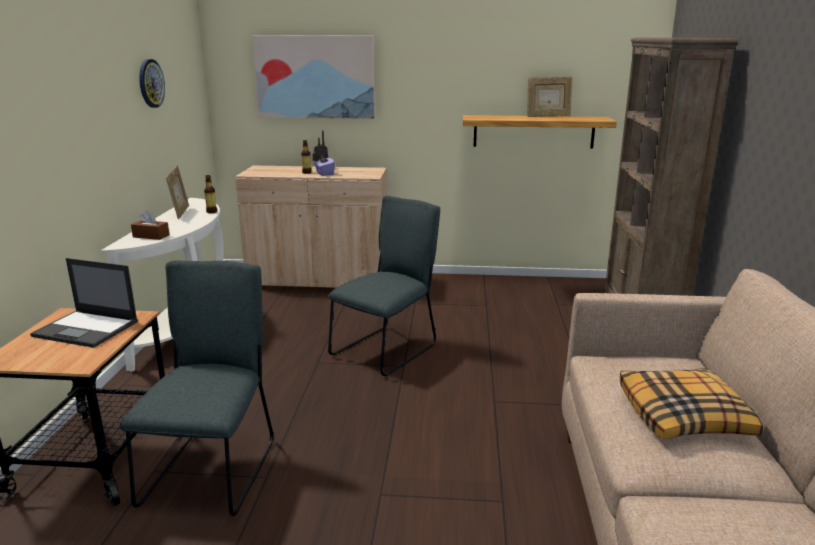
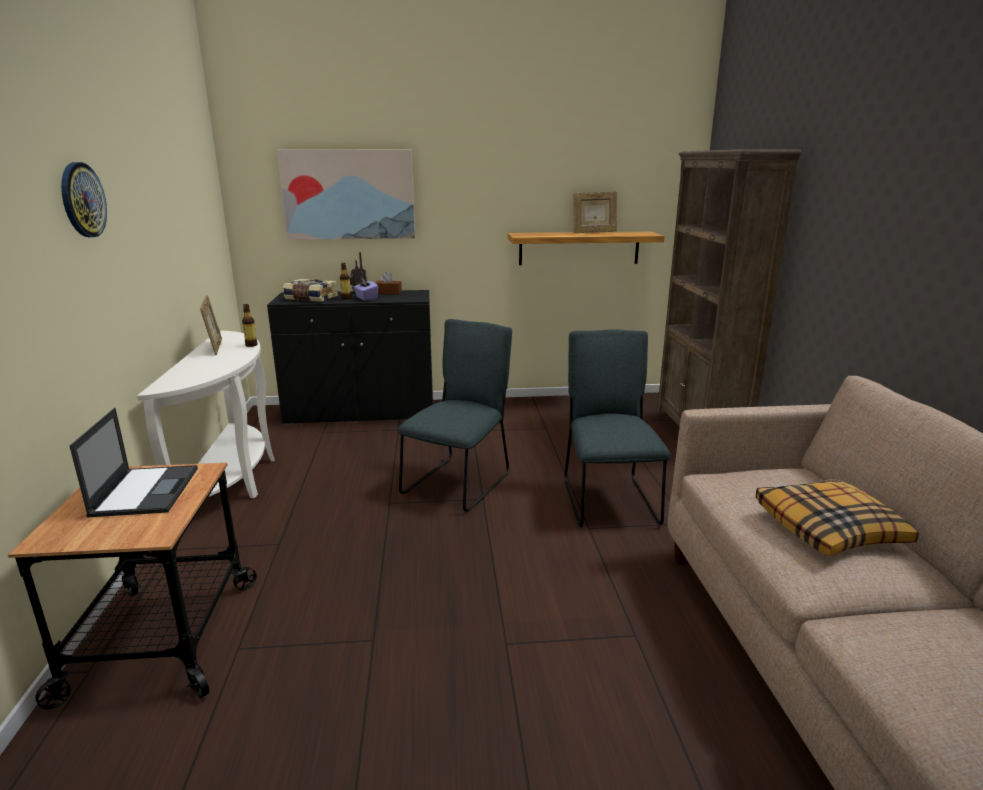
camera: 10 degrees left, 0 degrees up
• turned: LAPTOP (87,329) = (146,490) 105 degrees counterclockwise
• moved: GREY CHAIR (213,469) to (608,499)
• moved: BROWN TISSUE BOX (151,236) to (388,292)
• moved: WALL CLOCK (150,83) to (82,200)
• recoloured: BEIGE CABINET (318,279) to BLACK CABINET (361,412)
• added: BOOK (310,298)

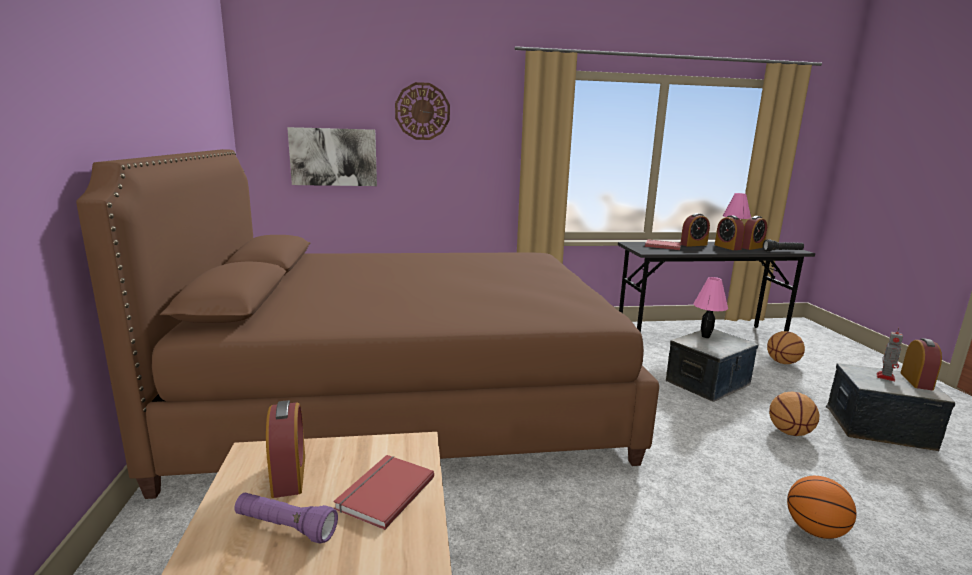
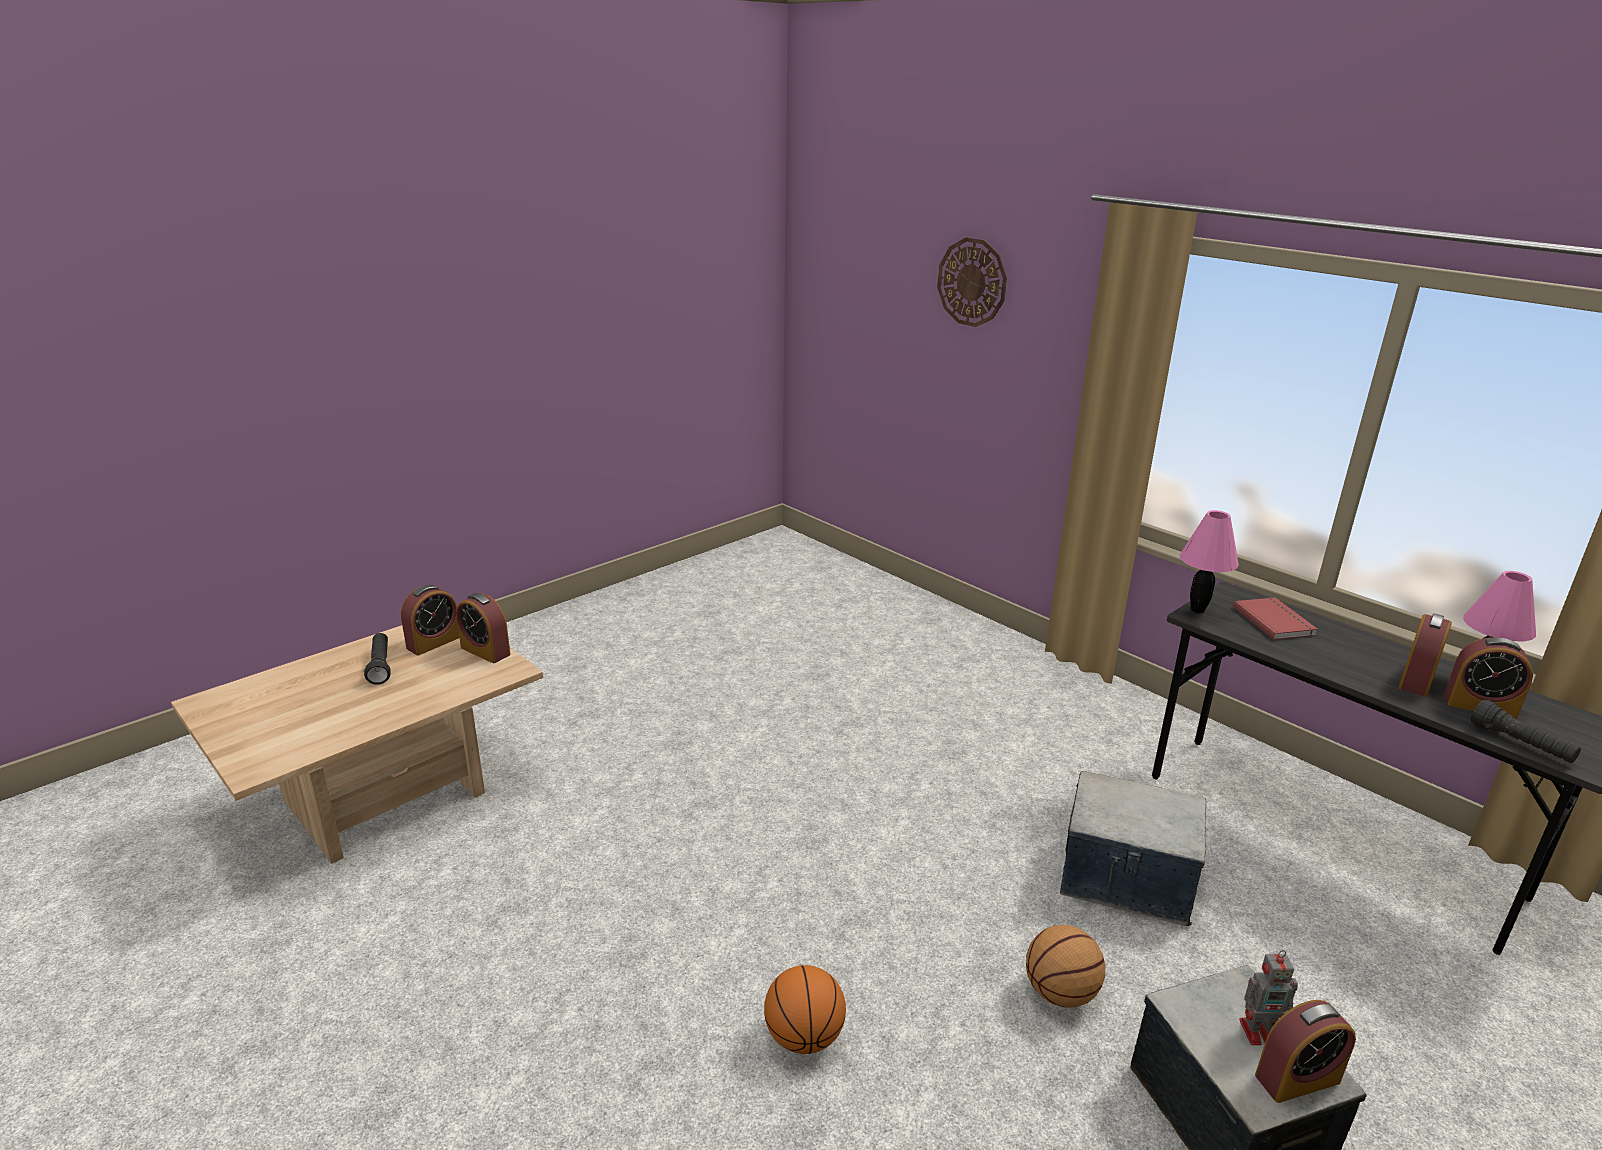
camera: 55 degrees right, 10 degrees up
• removed: BROWN BED (408,397)
• recoloured: PURPLE FLASHLIGHT (285,528) to BLACK FLASHLIGHT (380,666)
• removed: PICTURE (333,157)
• removed: RED BOOK (383,492)
• moved: ALARM CLOCK (693,244) to (485,651)
• moved: PINK TABLE LAMP (705,336) to (1197,609)
• removed: BASKETBALL (782,362)

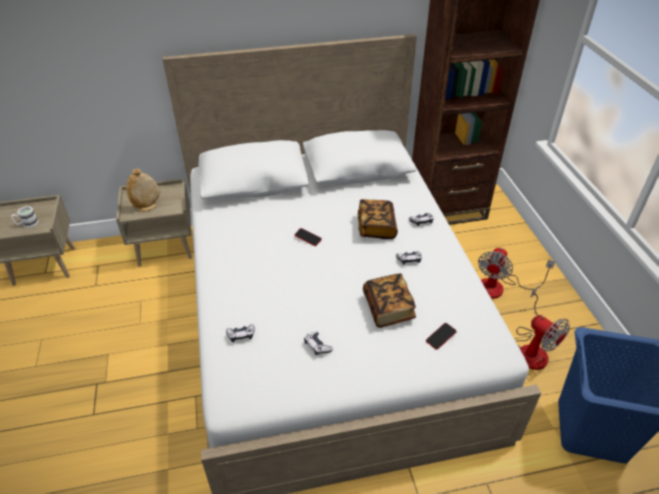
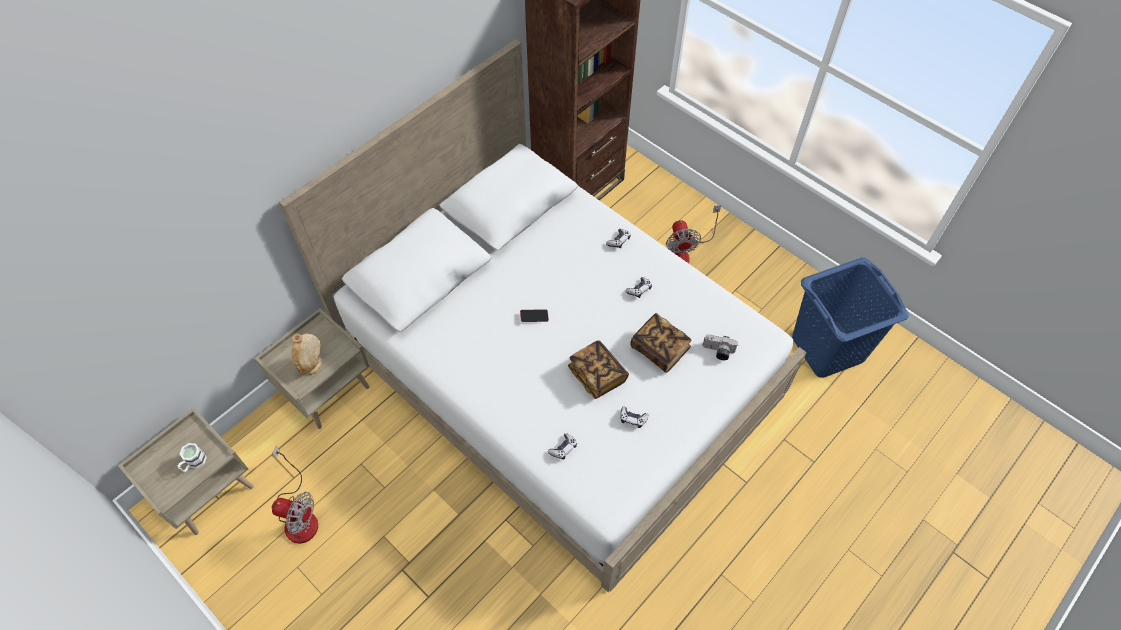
camera: 35 degrees left, 15 degrees up
• moved: BOOK (376,227) to (597,375)
• replaced: PHONE (440,337) to PHOTO CAMERA (718,352)
• moved: FAN (532,348) to (299,515)

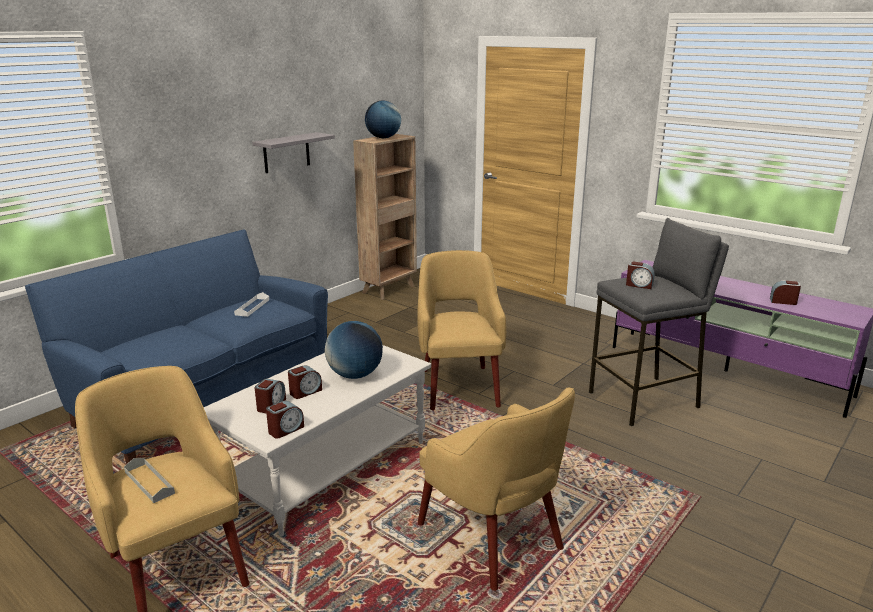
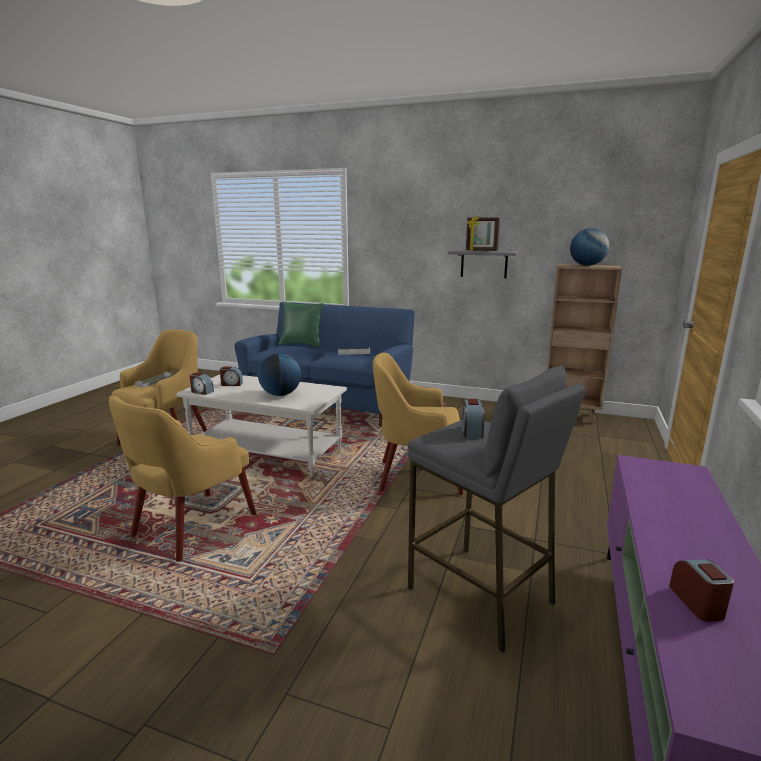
camera: 70 degrees right, 5 degrees down
• removed: ALARM CLOCK (305,392)
• turned: YELLOW ARMCHAIR (459,386) = (416,477) 150 degrees counterclockwise
• added: GREEN PILLOW (302,345)
• added: PICTURE FRAME (481,251)

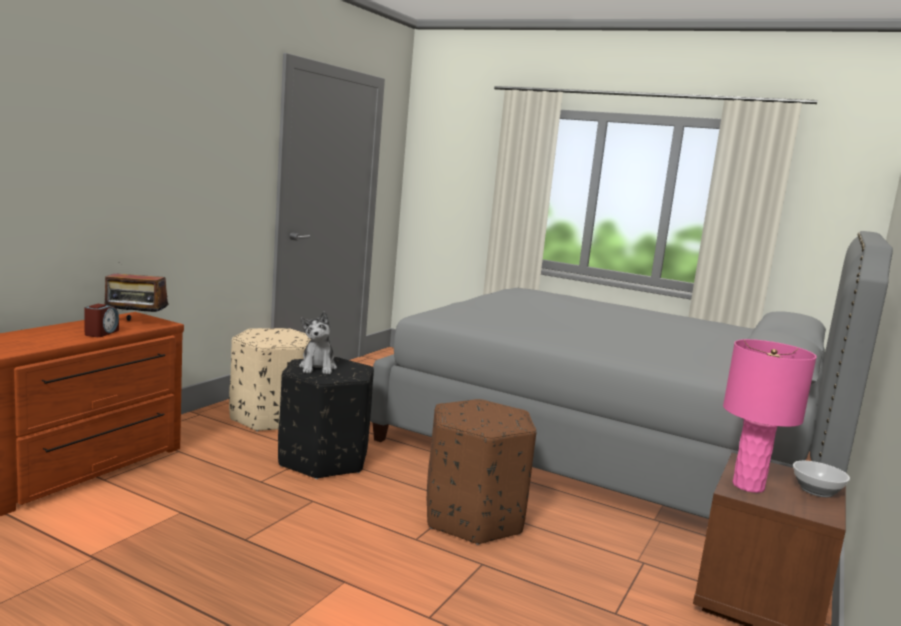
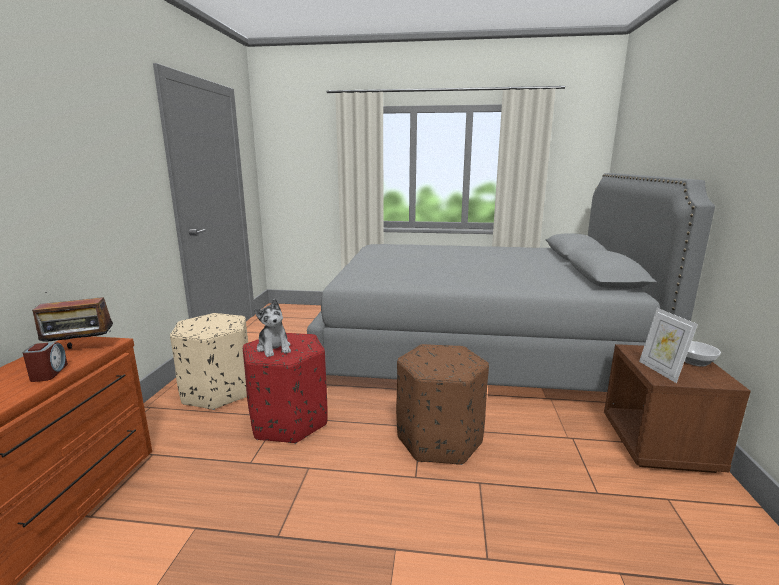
camera: 20 degrees left, 5 degrees up
• recoloured: BLACK OTTOMAN (324,460) to RED OTTOMAN (289,421)
• replaced: PINK TABLE LAMP (748,486) to PICTURE FRAME (661,371)

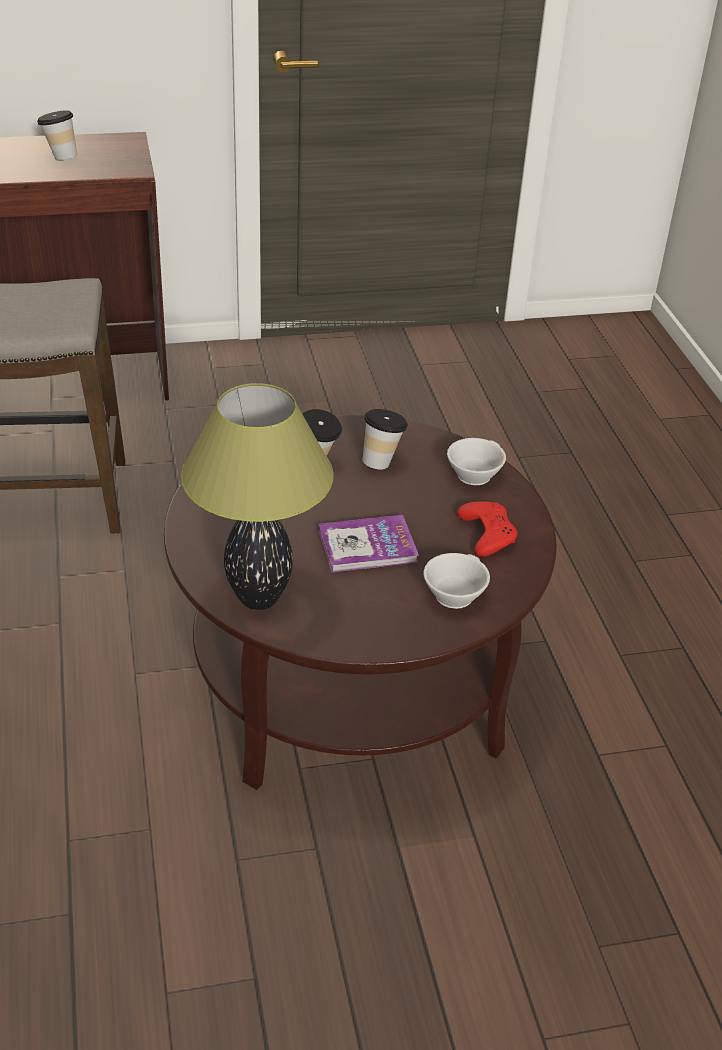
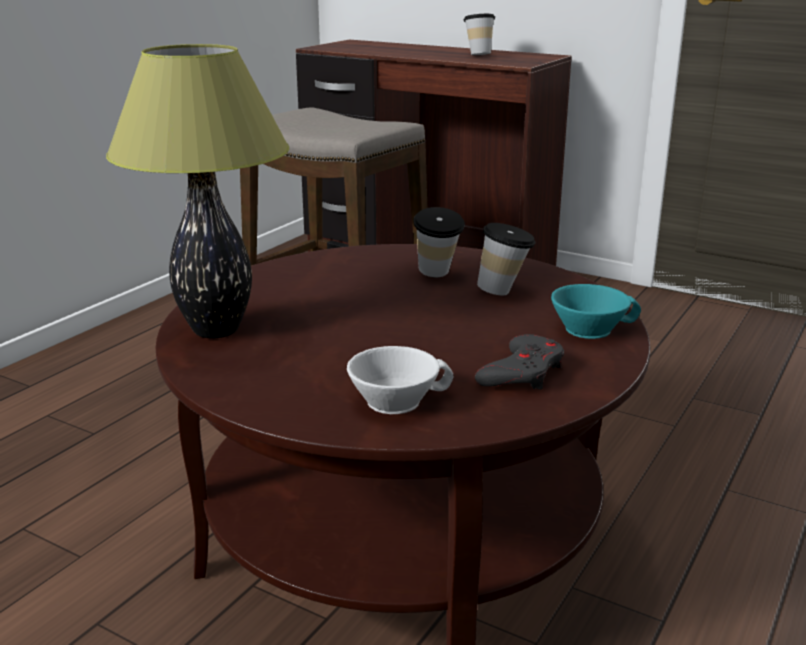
camera: 45 degrees right, 15 degrees down
• removed: BOOK (367,546)
• recoloured: WHITE CUP (473,473) to TURQUOISE CUP (589,327)
• recoloured: RED GAME CONTROLLER (487,533) to GREY GAME CONTROLLER (522,372)

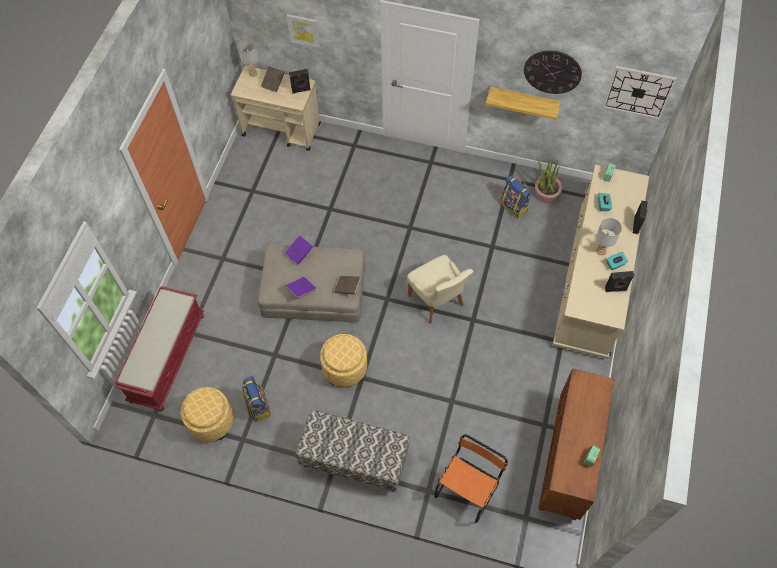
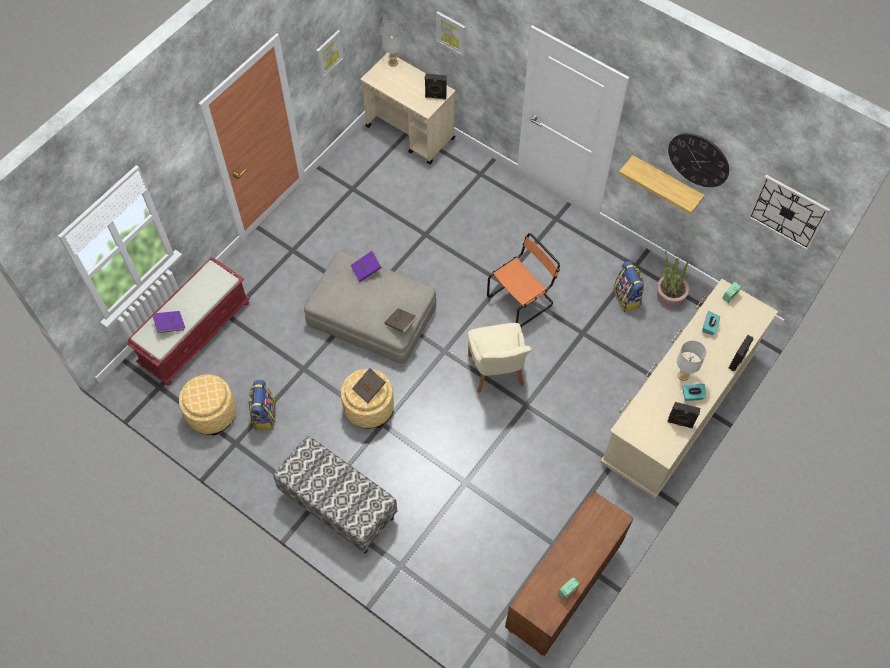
camera: 20 degrees right, 0 degrees up
• moved: BROWN BOOK (273,83) to (369,389)
• moved: PURPLE BOOK (301,290) to (170,325)
• moved: ORANGE CHAIR (468,487) to (522,300)
• added: PICTURE (329,53)

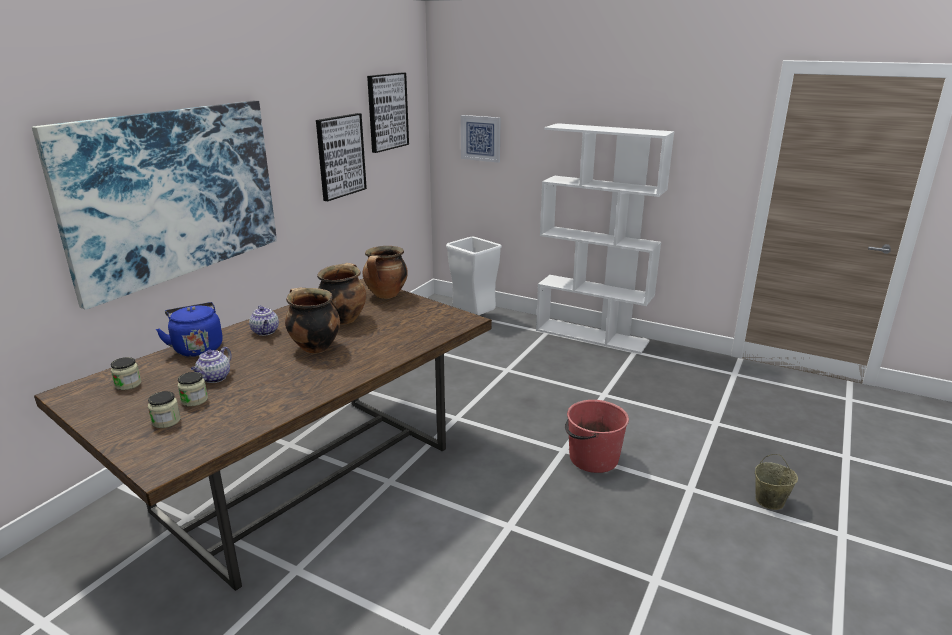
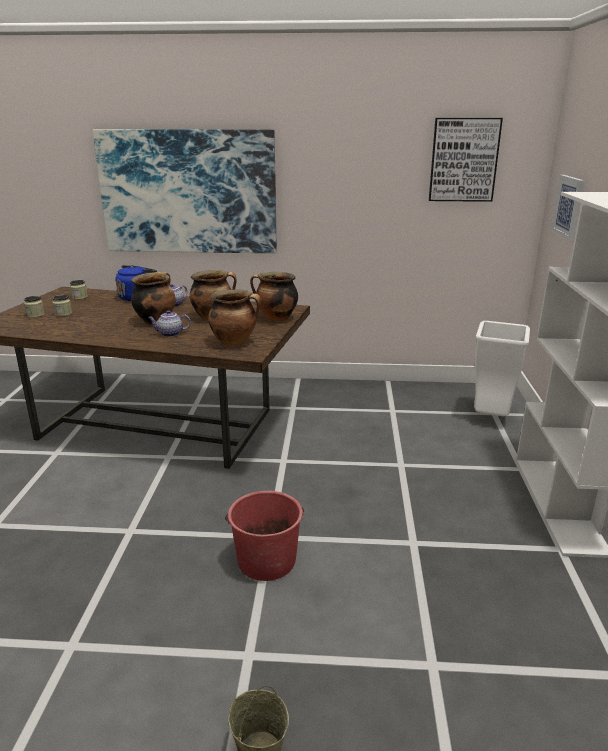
camera: 65 degrees right, 0 degrees up
• moved: TEAPOT (214,378) to (170,334)
• removed: PICTURE (340,156)
• added: COOKING POT (235,342)

